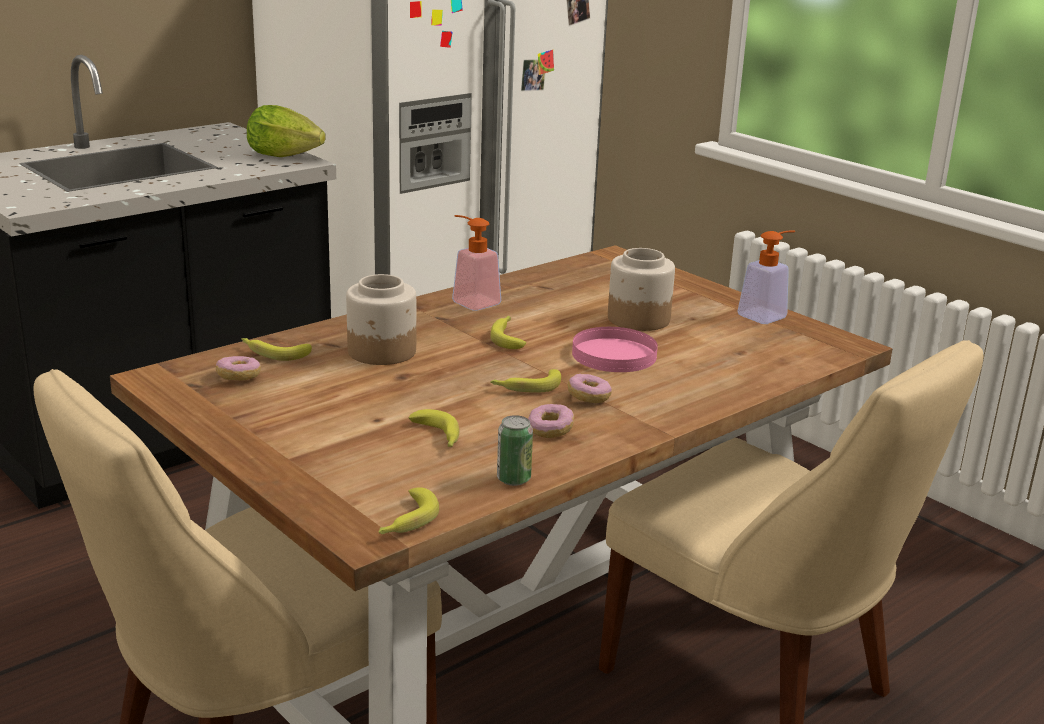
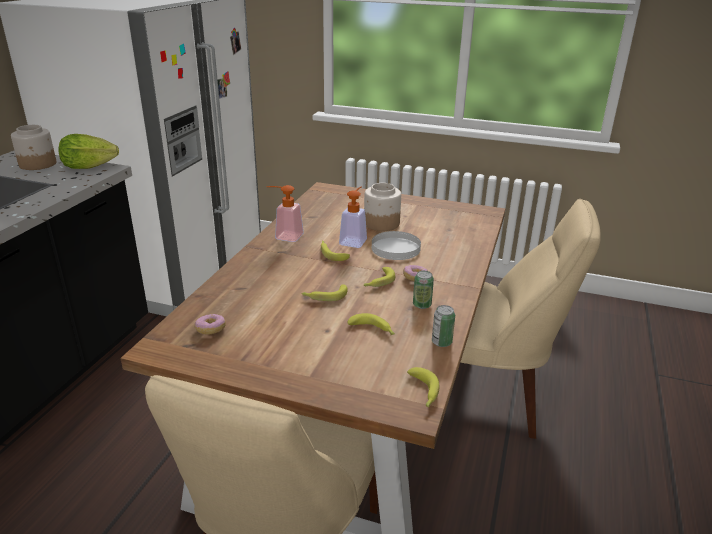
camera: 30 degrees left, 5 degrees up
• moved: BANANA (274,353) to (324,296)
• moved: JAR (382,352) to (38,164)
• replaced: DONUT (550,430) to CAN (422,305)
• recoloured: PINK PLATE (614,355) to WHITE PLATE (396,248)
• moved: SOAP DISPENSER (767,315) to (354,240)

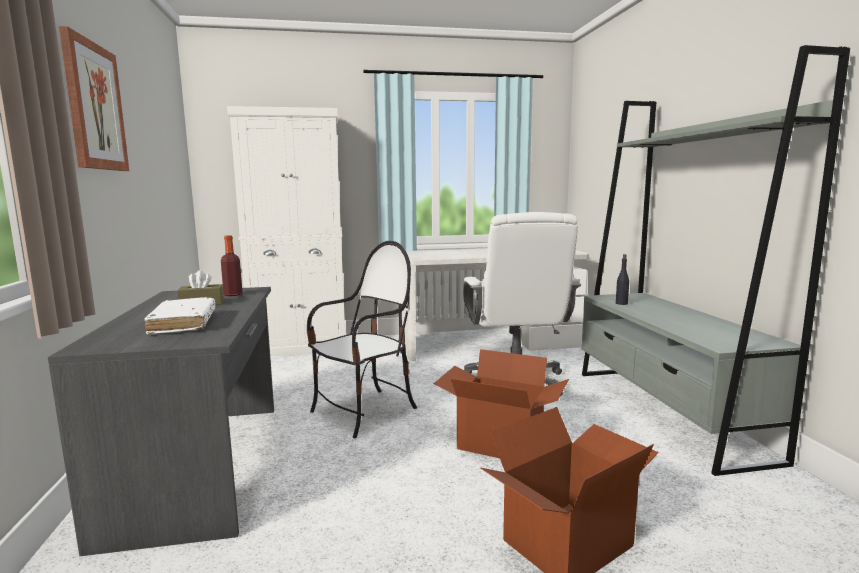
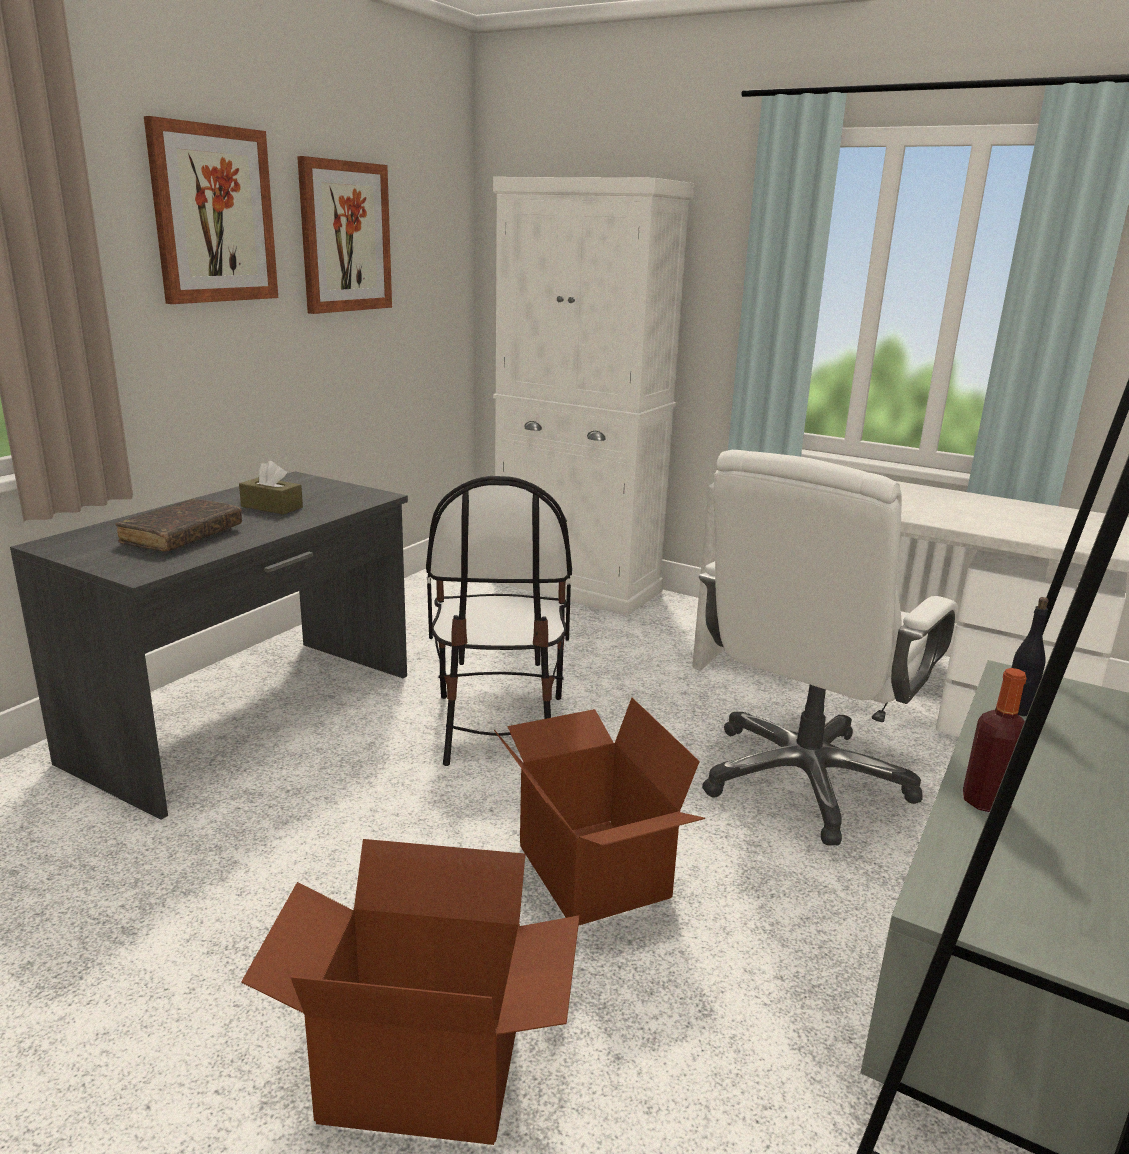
camera: 40 degrees right, 10 degrees up
• recoloured: WHITE BOOK (183,324) to BROWN BOOK (182,536)
• moved: BOTTLE (233,294) to (985,802)
• turned: CHAIR (364,412) = (498,727) 90 degrees clockwise
• added: PICTURE (345,237)

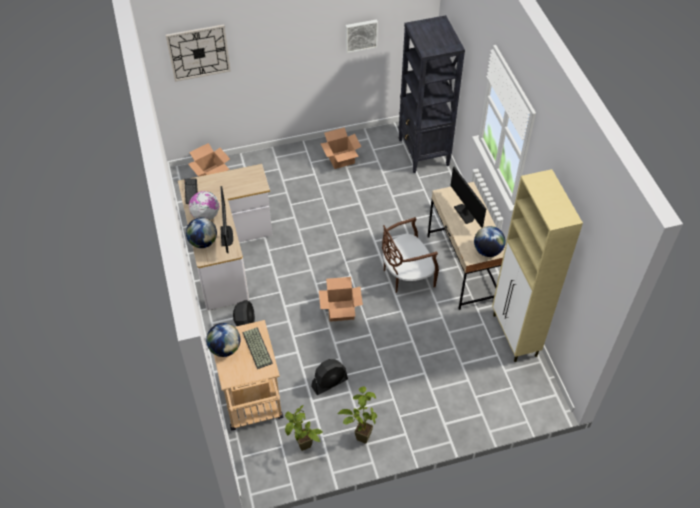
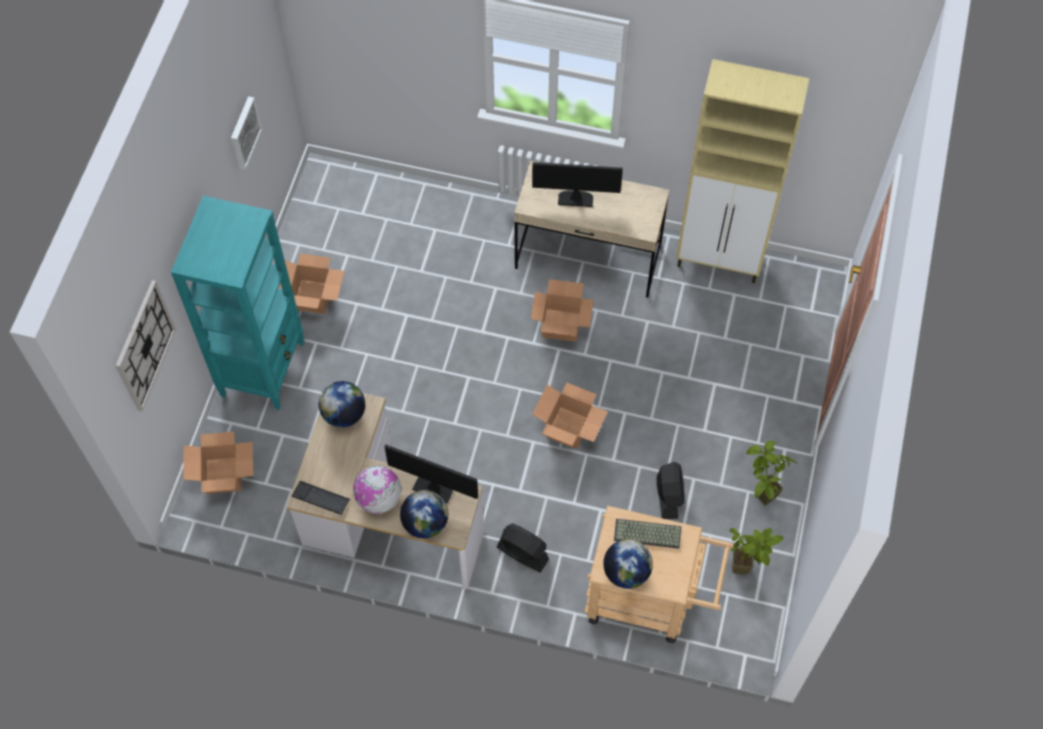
camera: 60 degrees left, 10 degrees up
• replaced: BROWN CHAIR (406,275) to CARDBOARD BOX (560,325)
• removed: BLACK BOOKCASE (423,153)
• moved: GLOBE (487,251) to (344,414)
• added: TURQUOISE BOOKCASE (263,368)

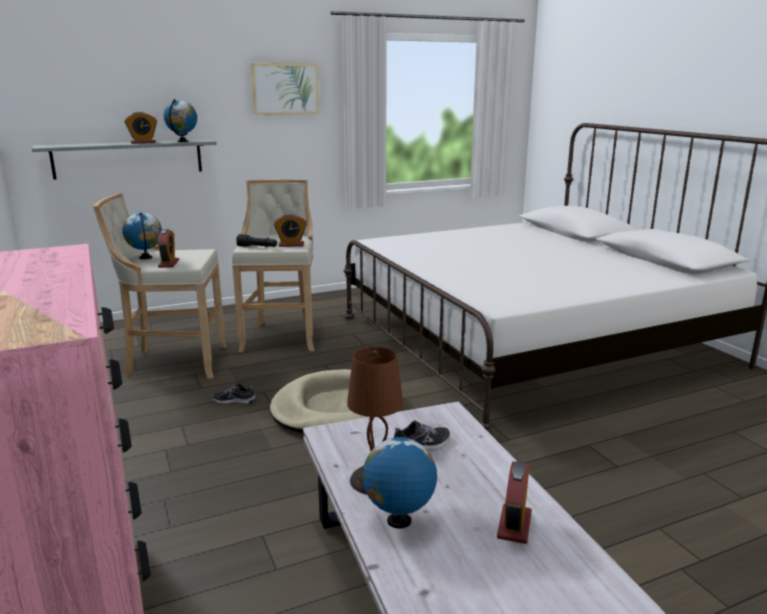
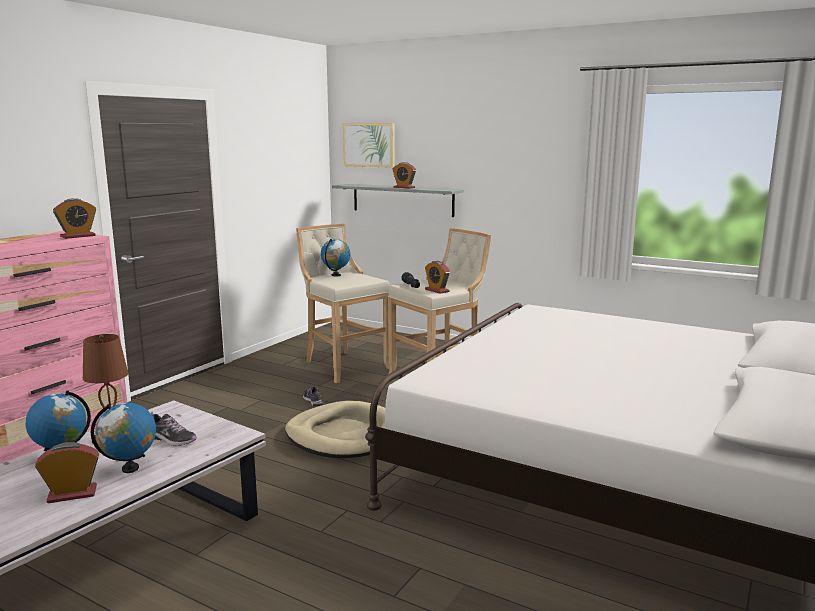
camera: 55 degrees right, 5 degrees down
• moved: ALARM CLOCK (168,264) to (78,236)
• moved: GLOBE (183,141) to (130,469)
• moved: PICTURE (285,89) to (369,145)

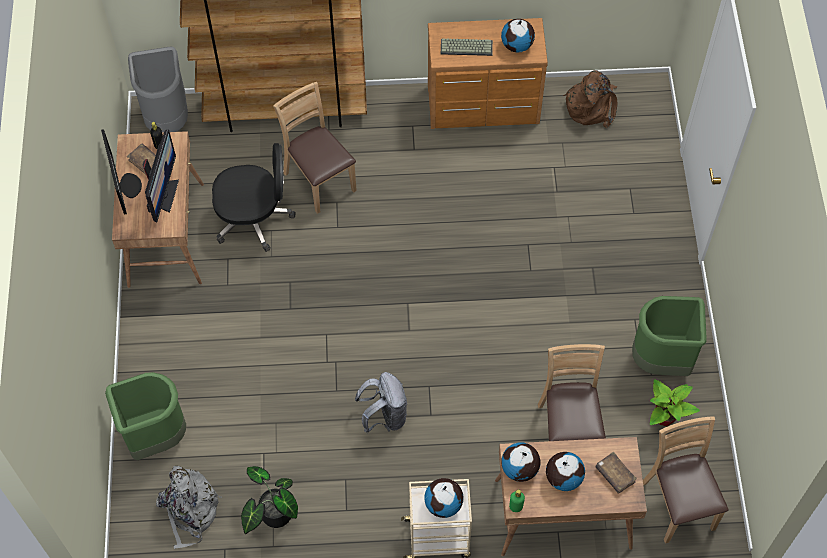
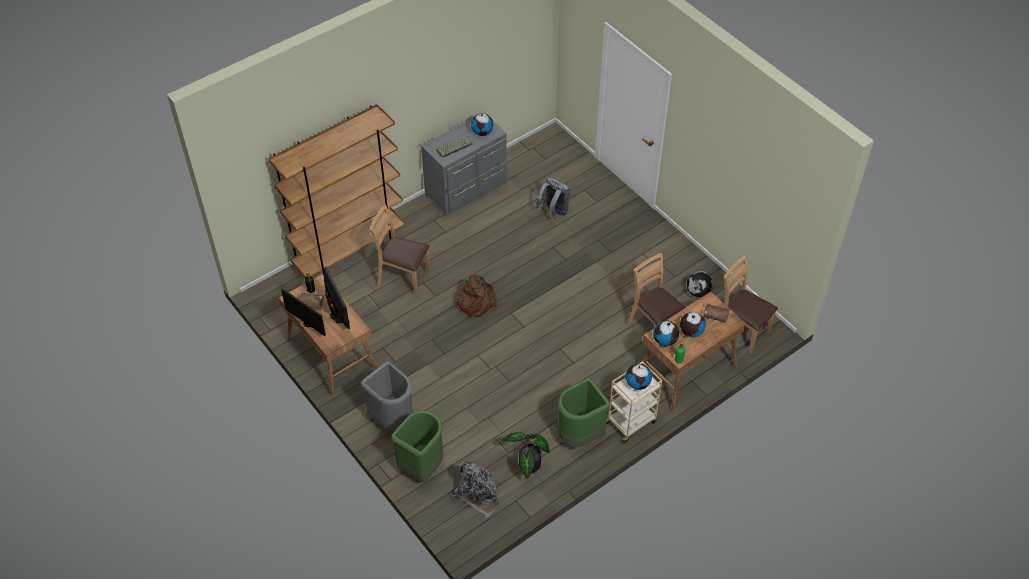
camera: 35 degrees left, 10 degrees down
• moved: GREY TRASH CAN (167,119) to (393,419)
• removed: BLACK OFFICE CHAIR (254,218)
• moved: GREY BACKPACK (384,416) to (554,212)
• recoloured: BROWN DRESSER (484,107) to GREY DRESSER (467,189)
• moved: BROWN BACKPACK (591,106) to (476,301)
• moved: GREEN TRASH CAN (661,361) to (580,436)
• replaced: POTTED PLANT (665,417) to GLOBE (699,293)

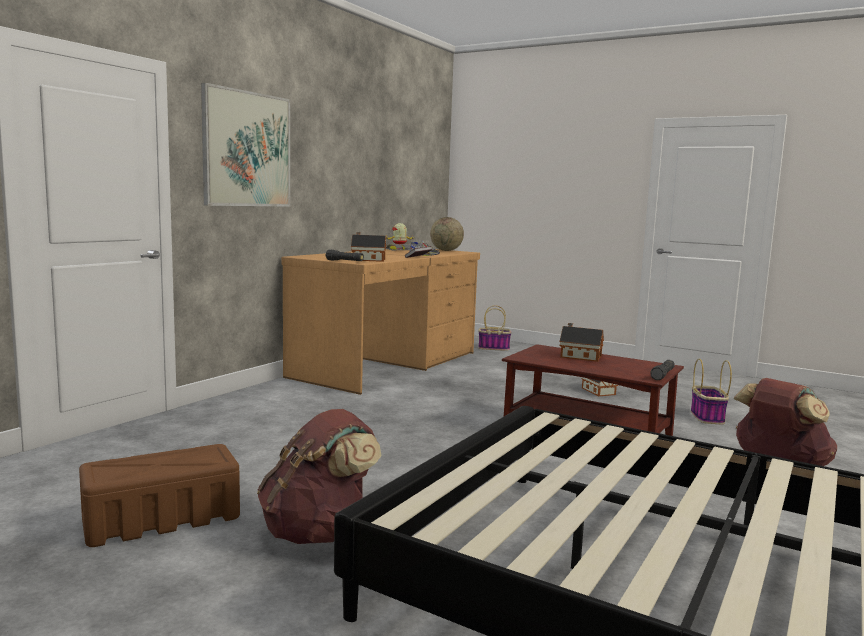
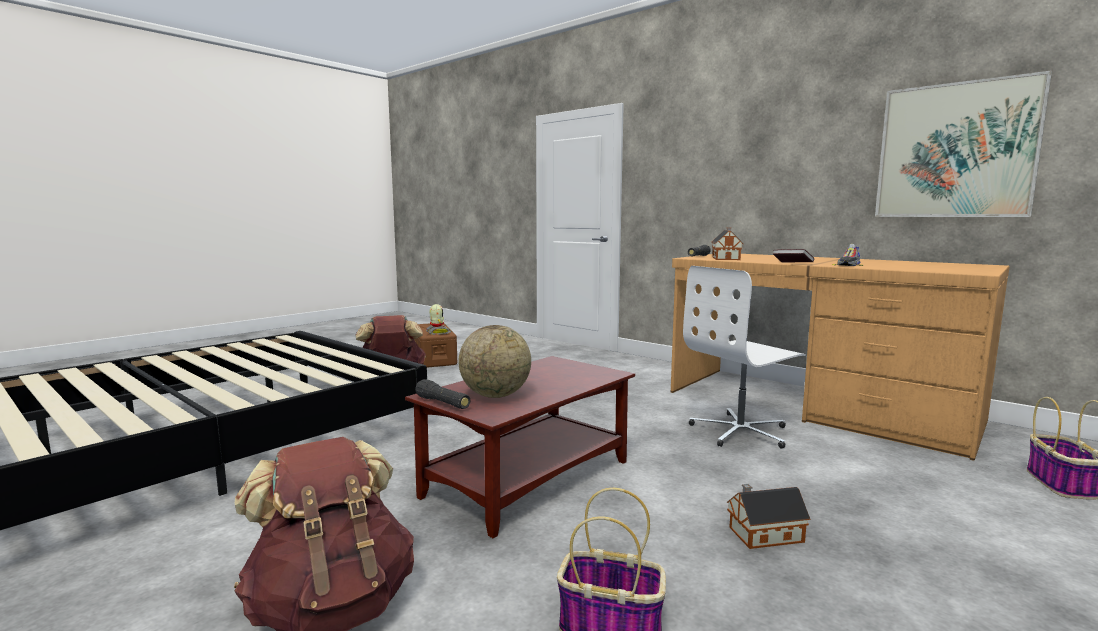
camera: 100 degrees right, 0 degrees up
• moved: PICTURE (247,149) to (955,151)
• moved: TOY ROBOT (399,250) to (437,332)
• moved: GLOBE (446,250) to (495,395)
• removed: TOY HOUSE (579,356)
• added: WHITE OFFICE CHAIR (741,432)

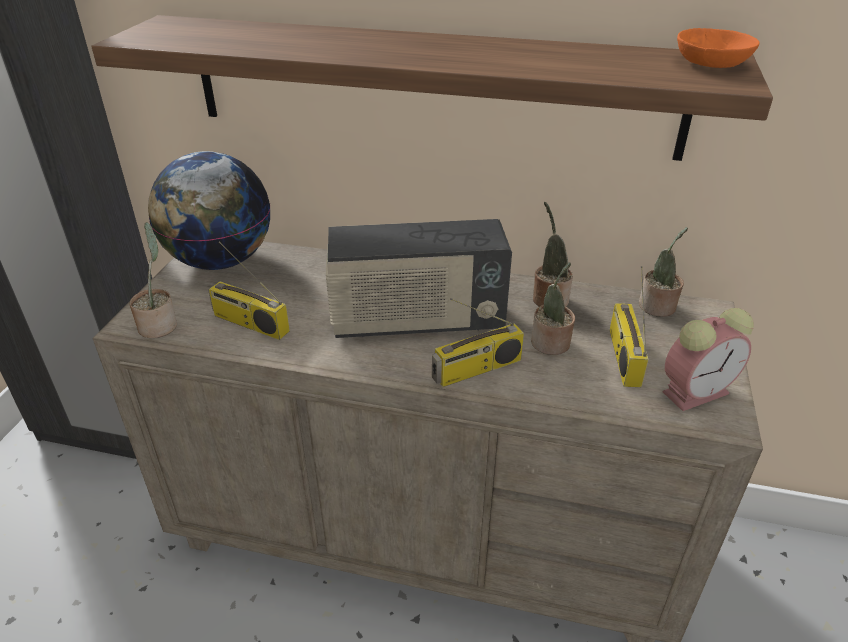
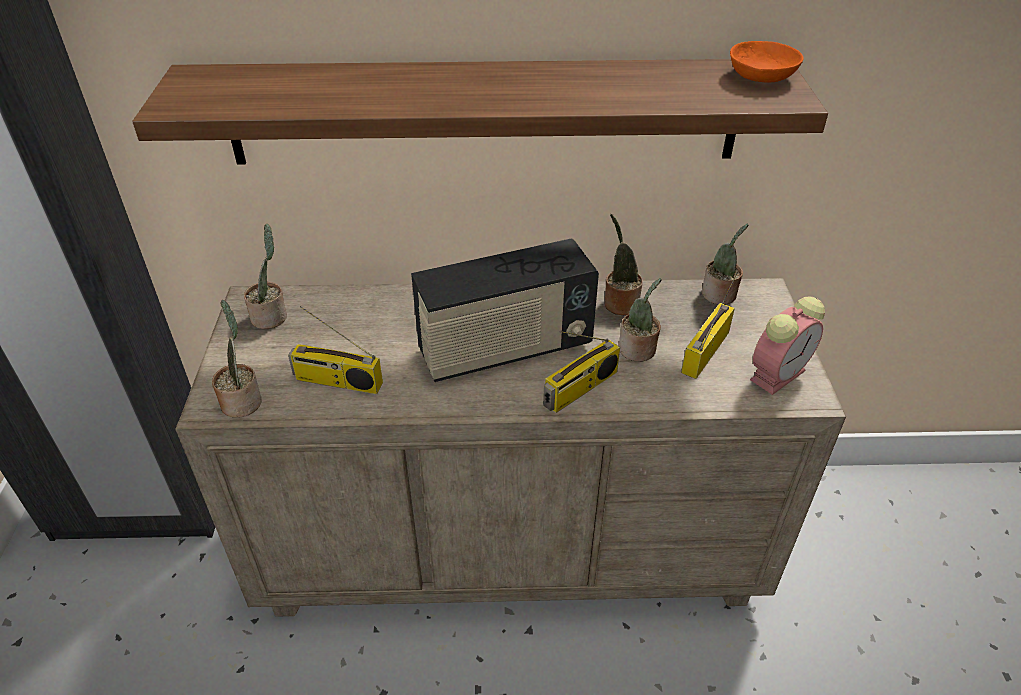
camera: 15 degrees left, 5 degrees up
• replaced: GLOBE (220,261) to POTTED PLANT (271,316)
• turned: RADIO (622,356) = (705,350) 45 degrees clockwise

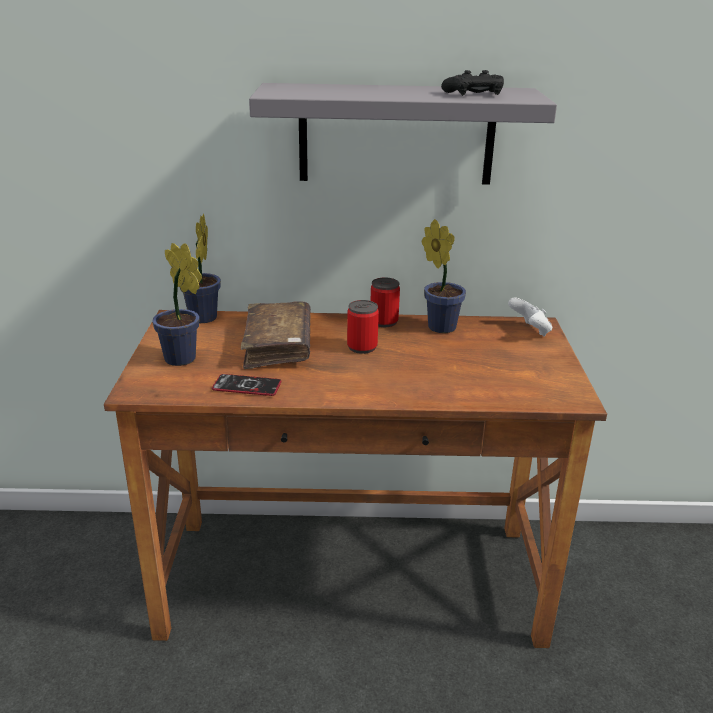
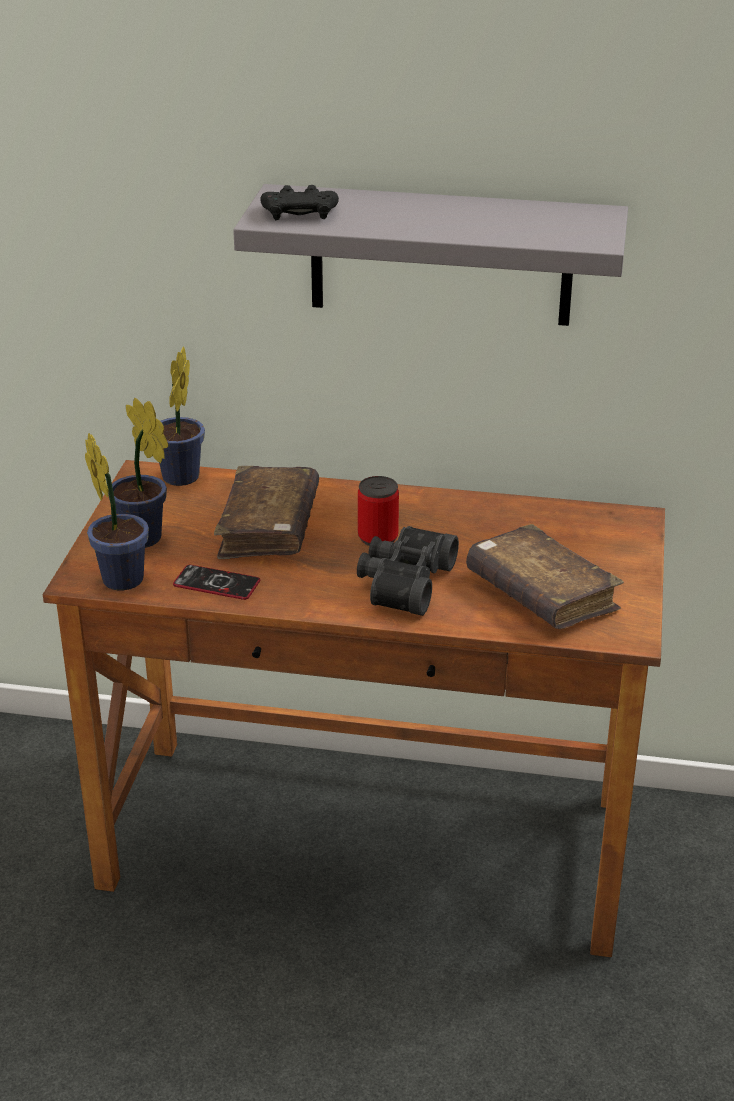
camera: 10 degrees right, 5 degrees up
• removed: CAN (384,322)
• moved: POTTED PLANT (439,326) to (121,576)
• moved: BLACK GAME CONTROLLER (473,94) to (300,213)
• removed: WHITE GAME CONTROLLER (530,331)
• added: BLACK BINOCULARS (403,582)
• added: BROWN BOOK (541,594)

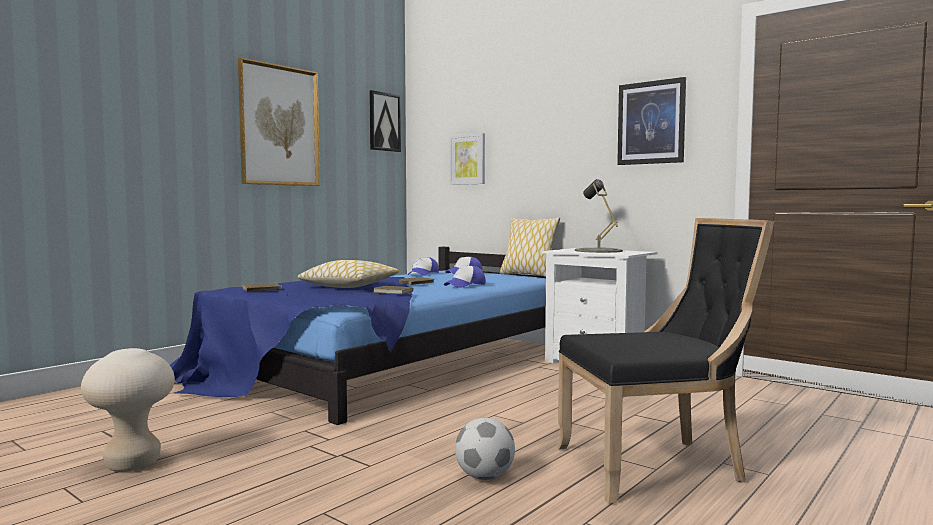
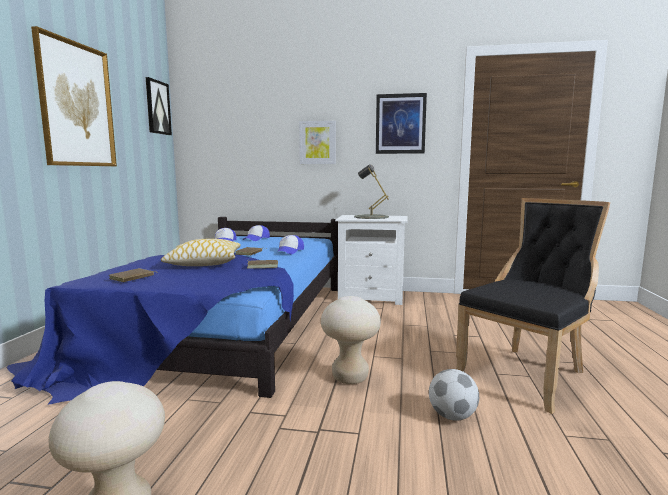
camera: 30 degrees left, 5 degrees up
• moved: PICTURE (468,159) to (317,142)
• removed: PILLOW (528,275)
• added: BEIGE STOOL (350,377)

